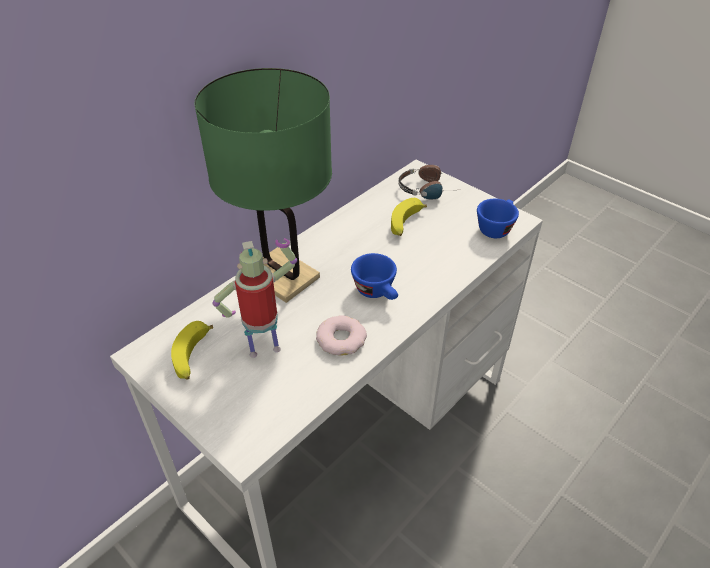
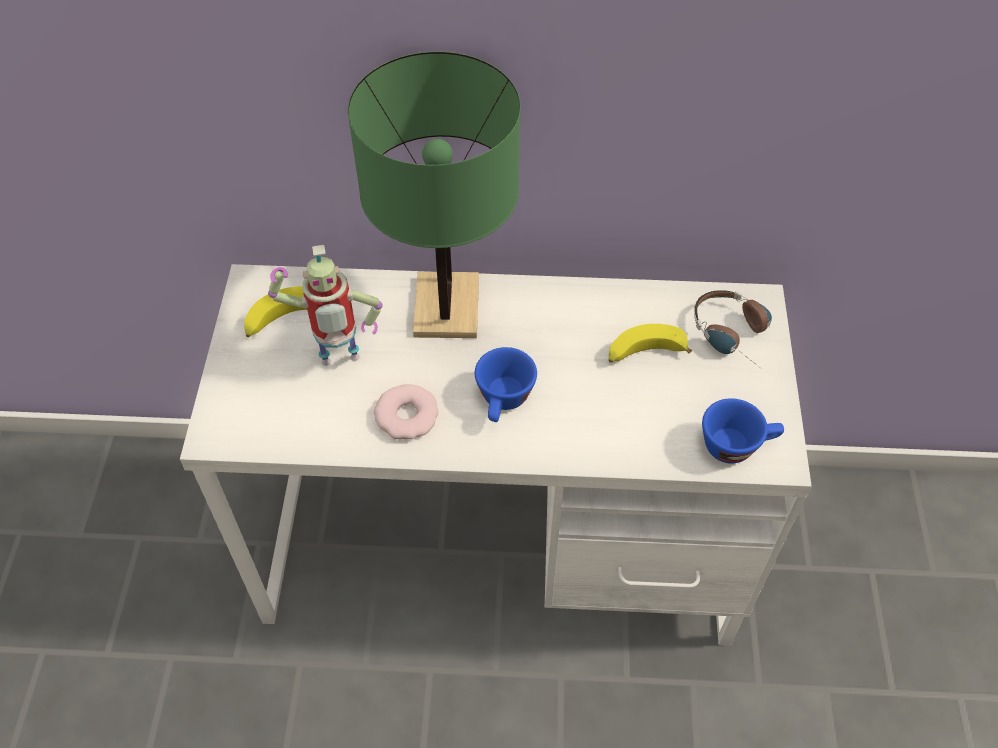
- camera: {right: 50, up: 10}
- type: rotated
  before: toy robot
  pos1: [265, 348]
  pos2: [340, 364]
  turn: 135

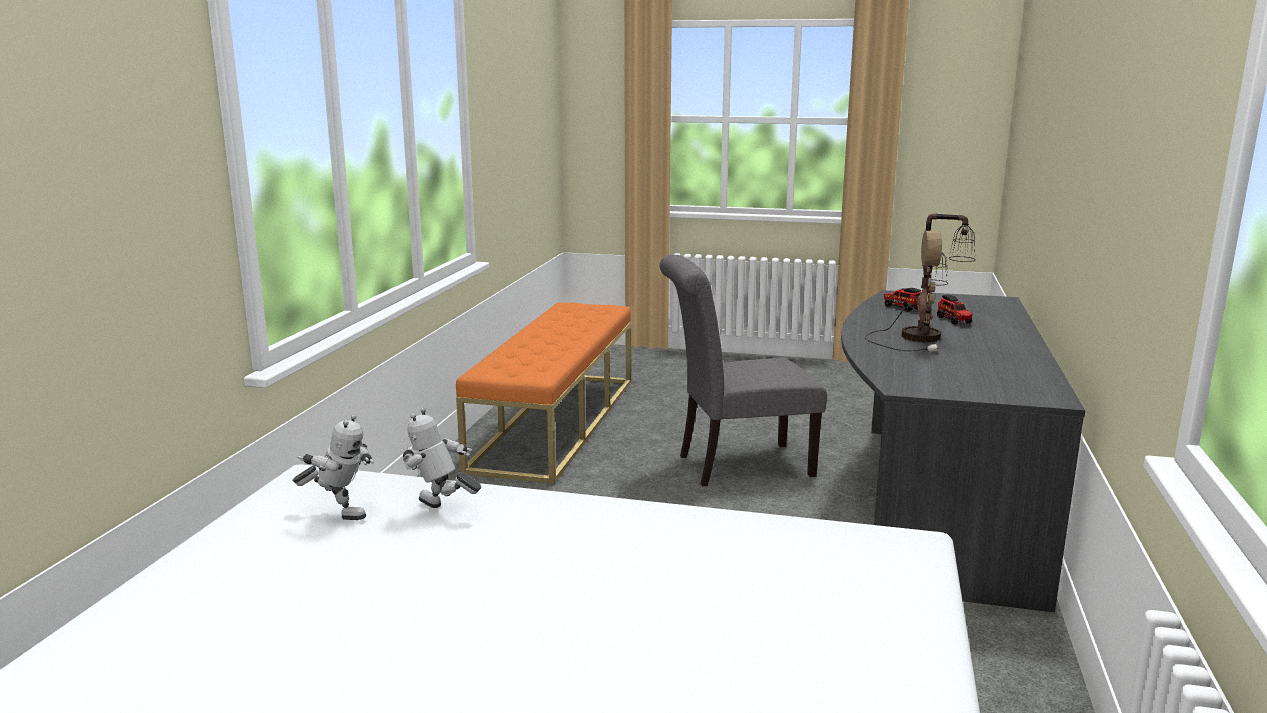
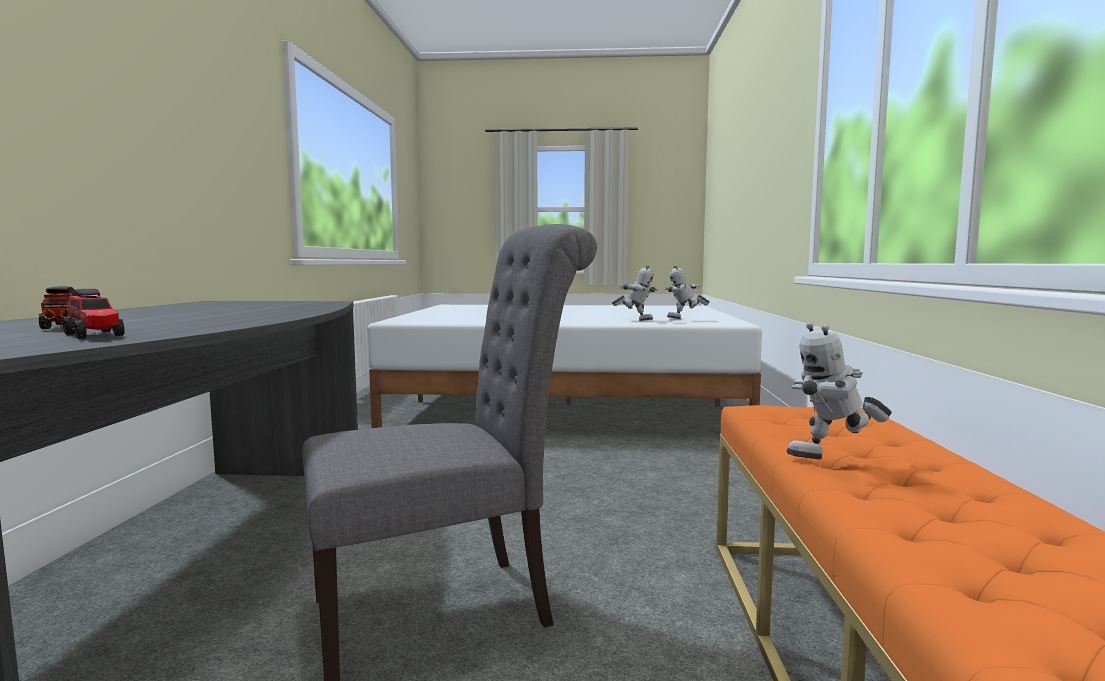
- camera: {right: 170, up: -10}
- type: gone
  before: table lamp
  pos1: [922, 337]
- type: new
  after: toy robot
  pos2: [833, 459]

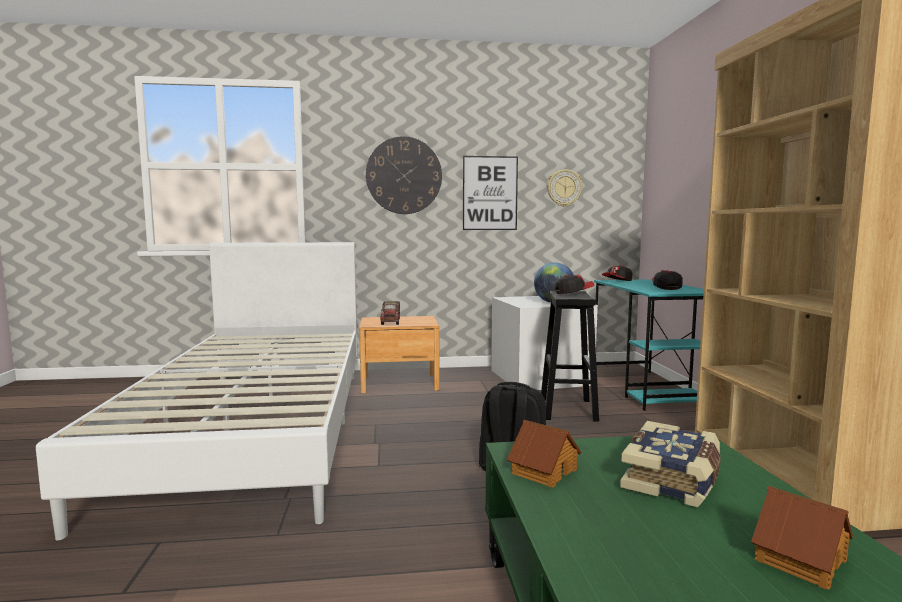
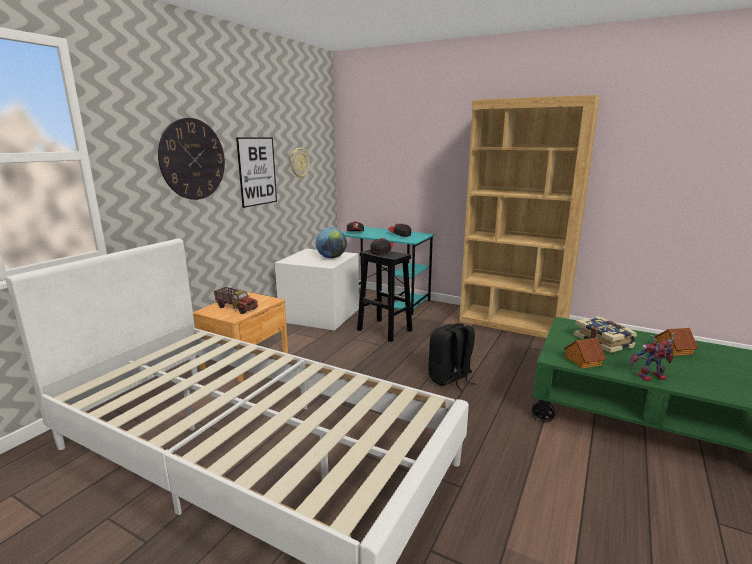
- camera: {right: -55, up: 10}
- type: new
  after: toy robot
  pos2: [650, 378]

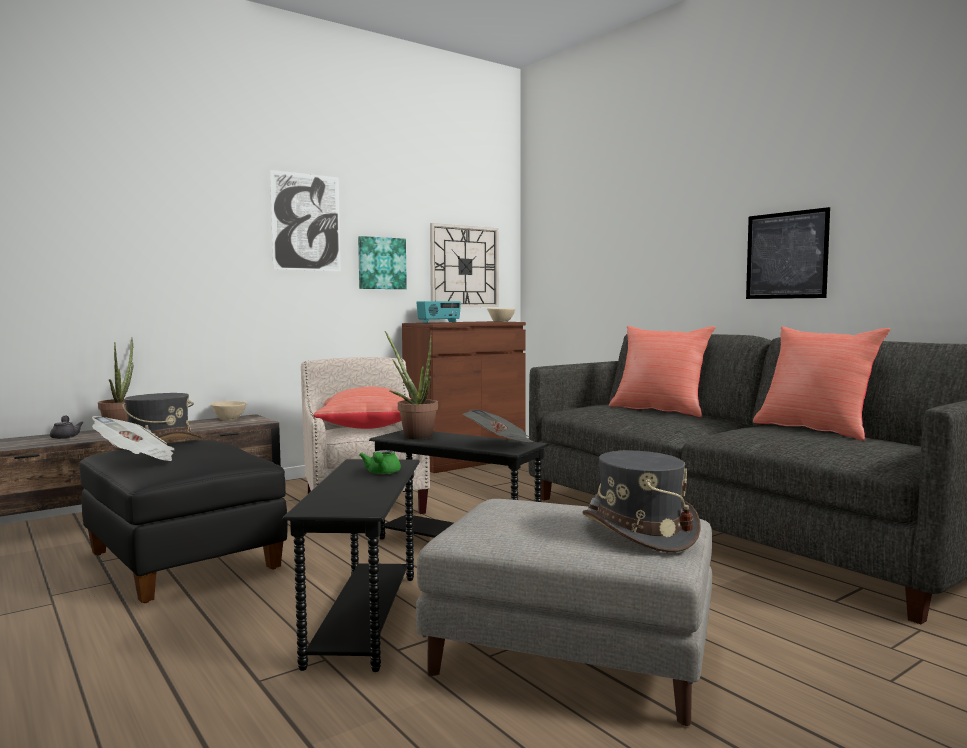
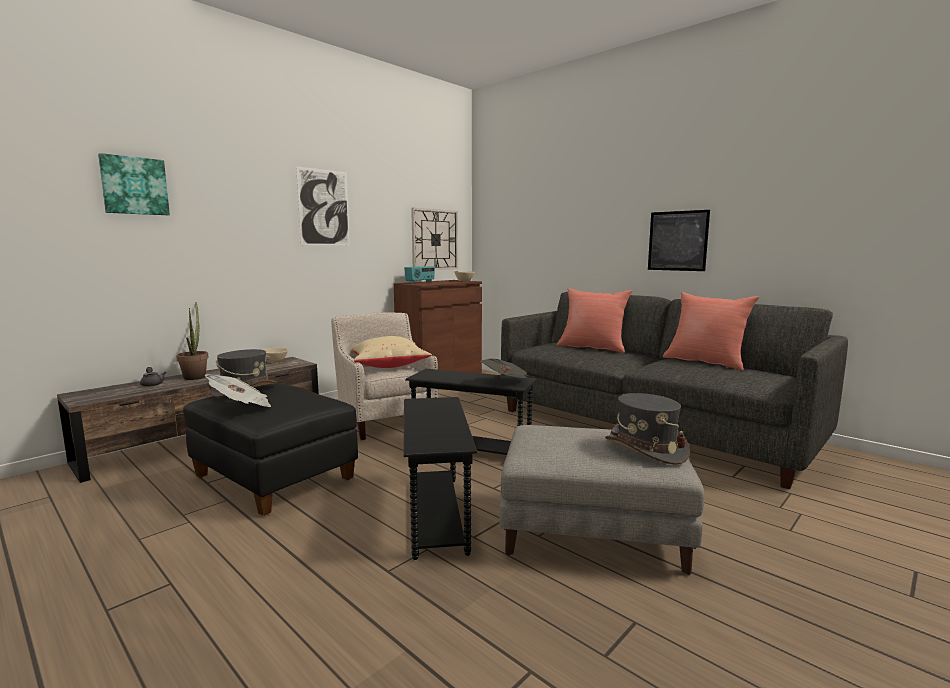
- camera: {right: -10, up: 5}
- type: shifted
  before: picture
  pos1: [381, 263]
  pos2: [134, 186]
- type: gone
  before: potted plant
  pos1: [414, 436]
- type: repainted
  before: red pillow
  after: beige pillow
  pos1: [368, 427]
  pos2: [388, 366]
- type: gone
  before: green teapot
  pos1: [382, 473]

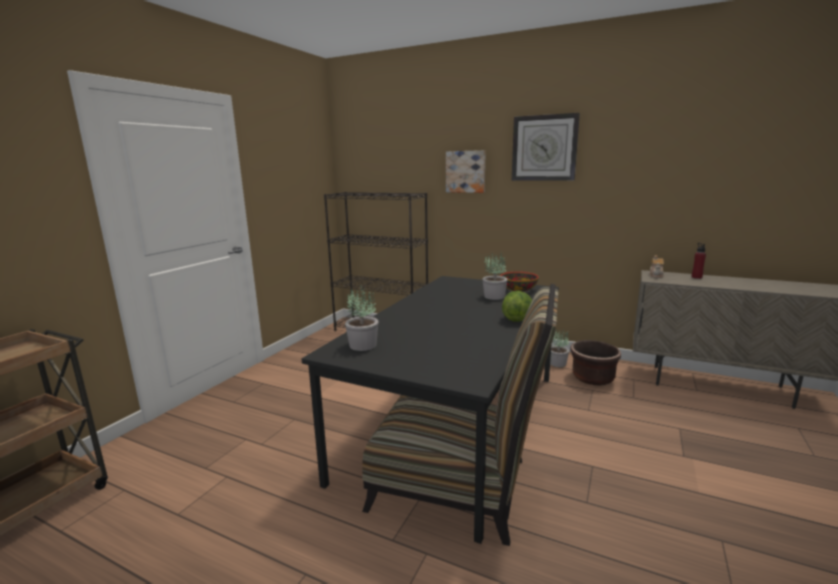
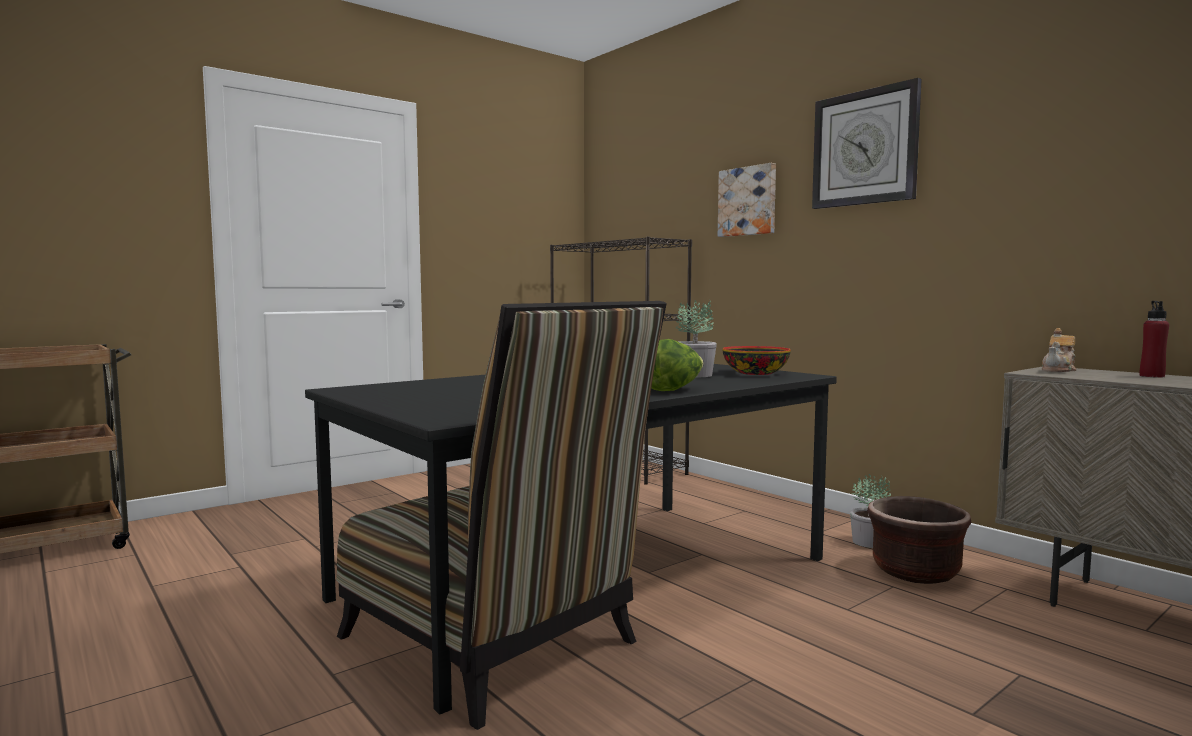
- camera: {right: 25, up: -10}
- type: gone
  before: potted plant
  pos1: [362, 345]

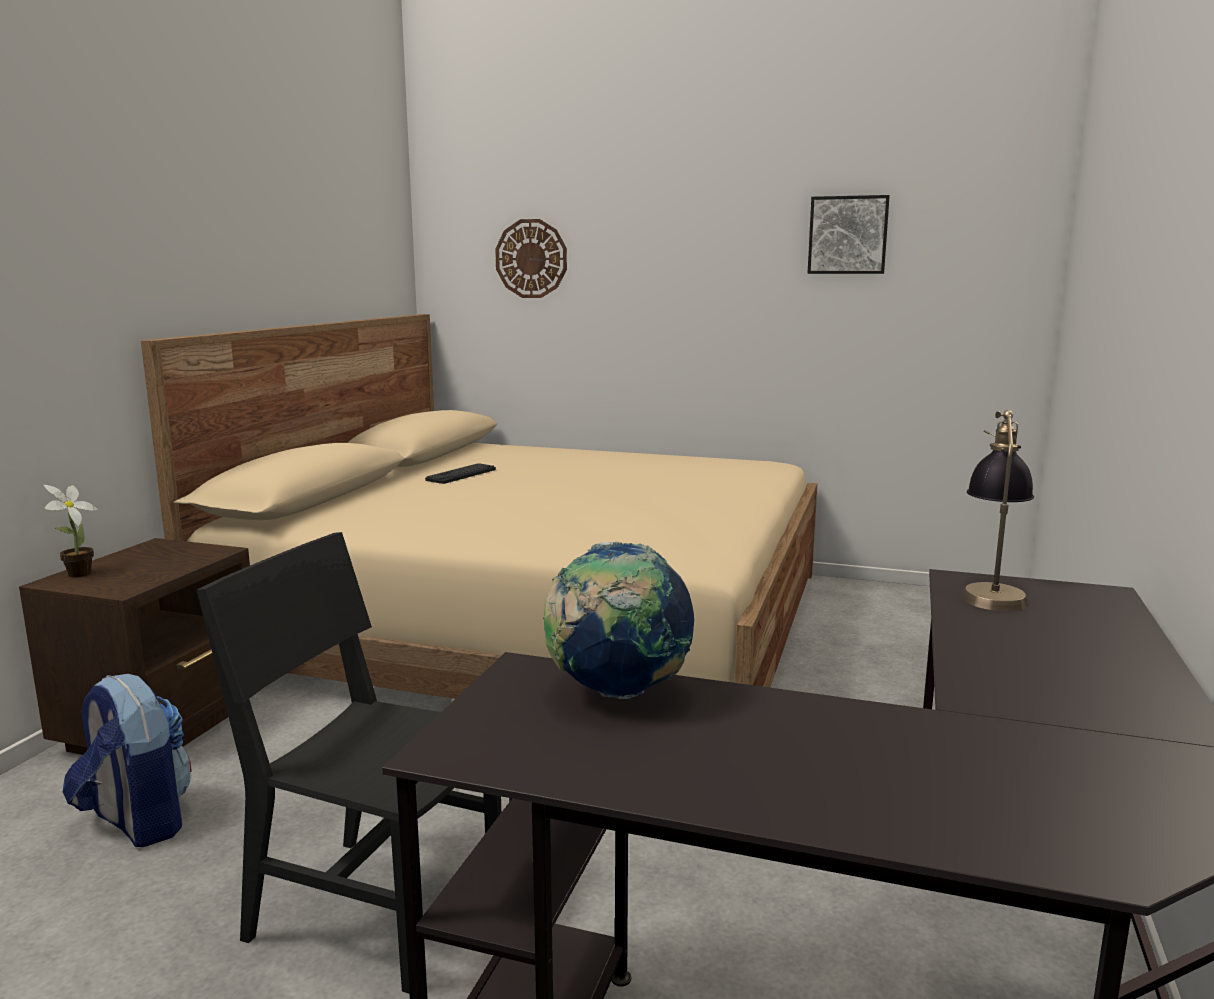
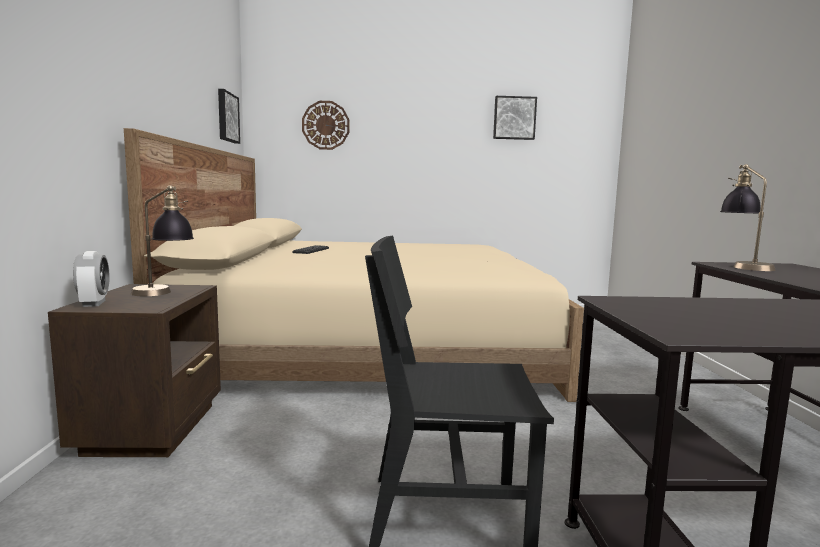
- camera: {right: -20, up: -5}
- type: swapped
  before: potted plant
  after: alarm clock
  pos1: [76, 575]
  pos2: [94, 303]
- type: gone
  before: globe
  pos1: [617, 692]
- type: gone
  before: backpack
  pos1: [137, 822]
- type: new
  after: picture
  pos2: [226, 117]
- type: new
  after: table lamp
  pos2: [163, 294]

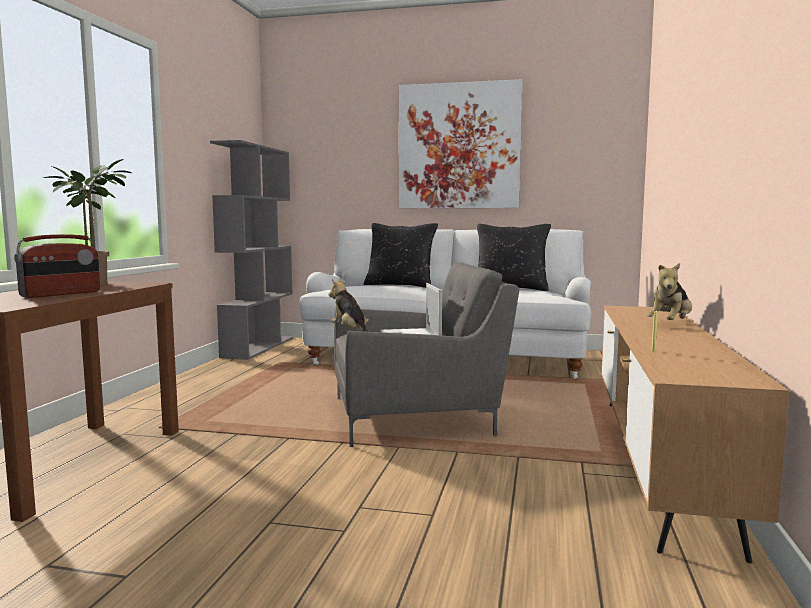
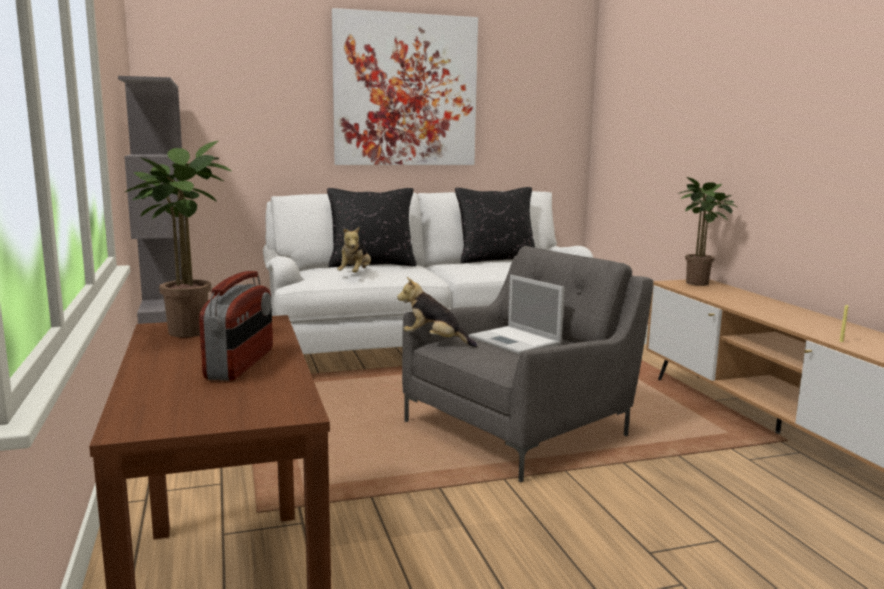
- camera: {right: -30, up: 5}
- type: shifted
  before: plush toy
  pos1: [670, 324]
  pos2: [355, 274]
- type: new
  after: potted plant
  pos2: [698, 284]

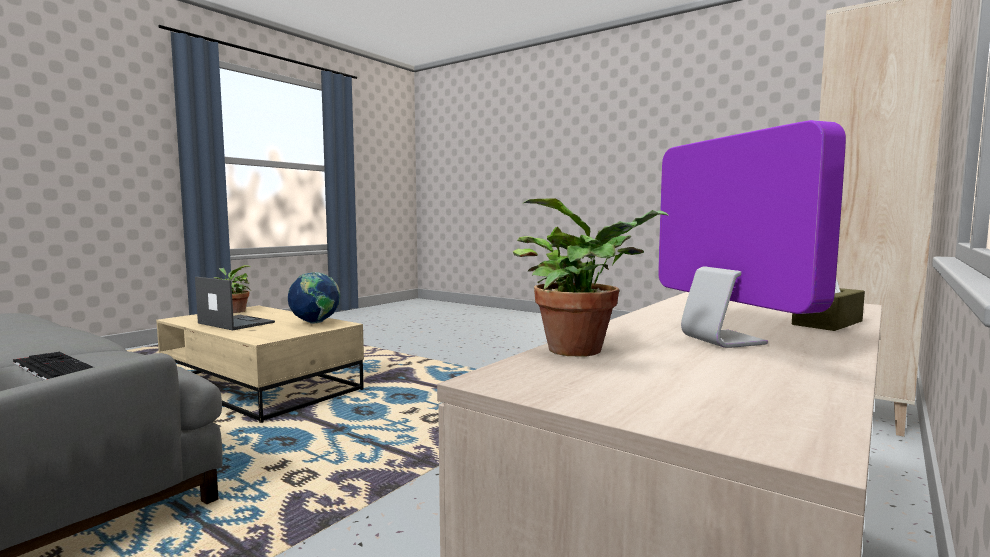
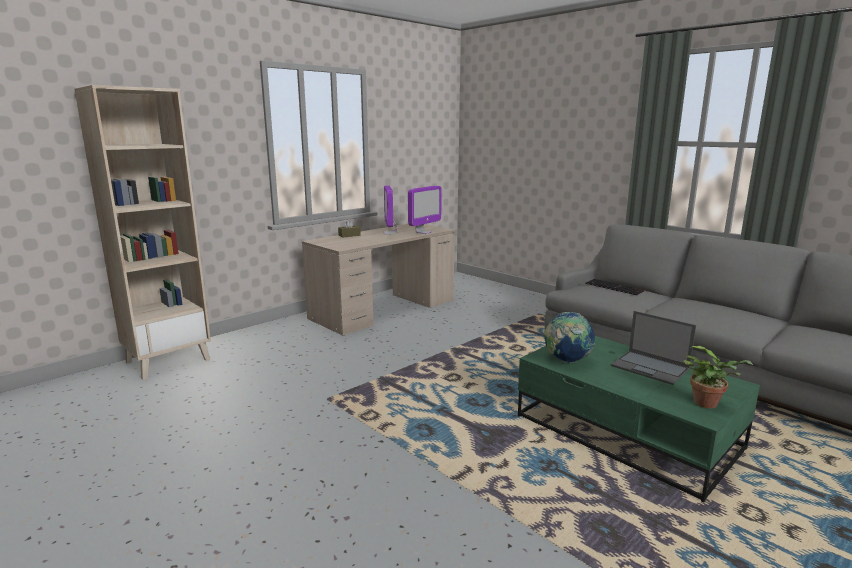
- camera: {right: -170, up: 10}
- type: swapped
  before: potted plant
  after: monitor
  pos1: [582, 350]
  pos2: [424, 232]
- type: repainted
  before: beige coffee table
  after: green coffee table
  pos1: [259, 386]
  pos2: [627, 432]

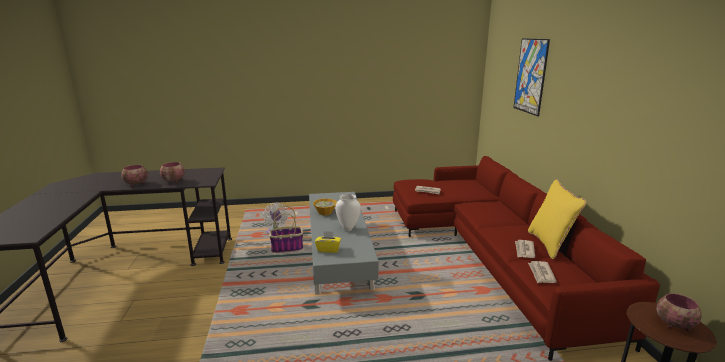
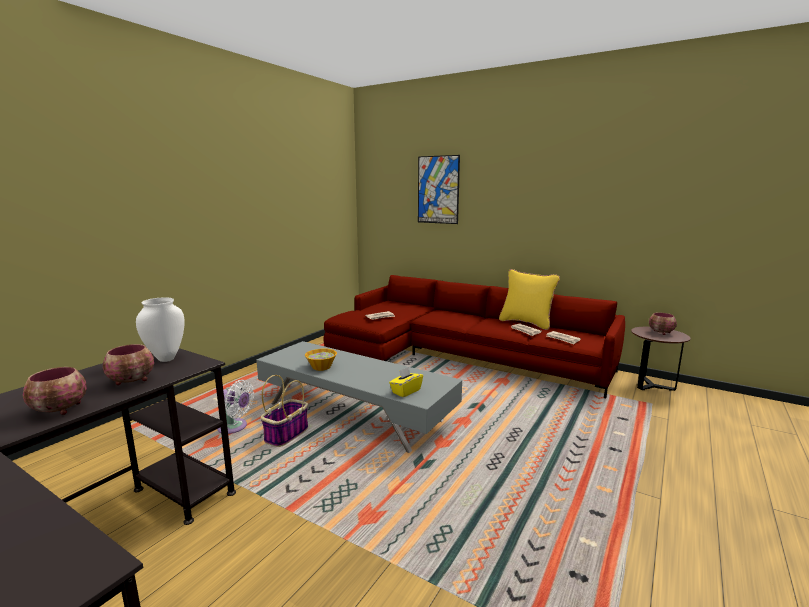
- camera: {right: -50, up: -5}
- type: shifted
  before: white vase
  pos1: [348, 229]
  pos2: [166, 359]

